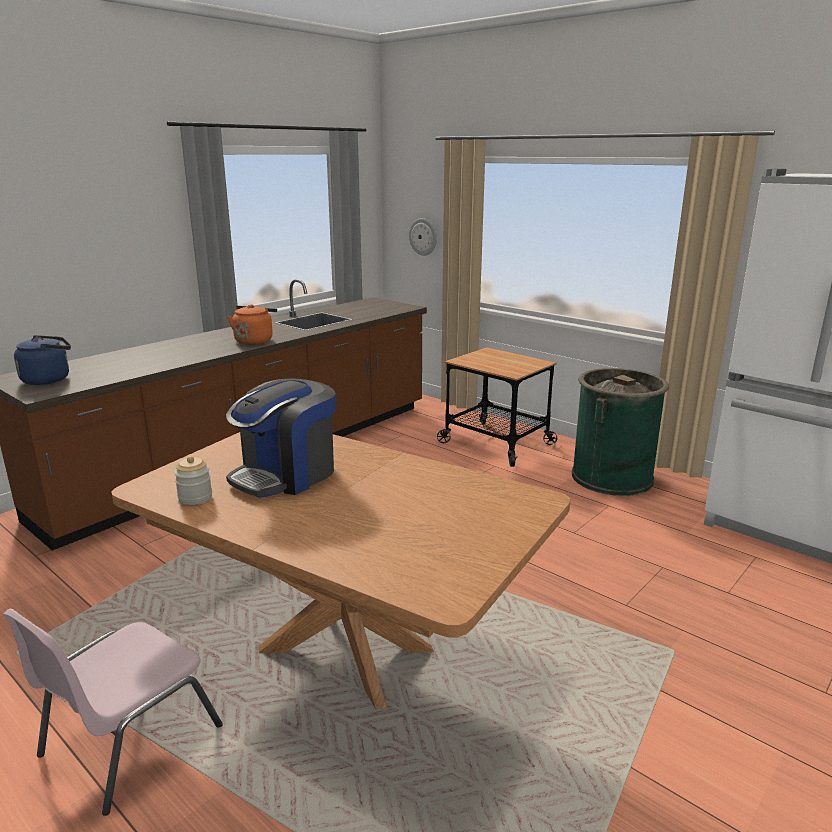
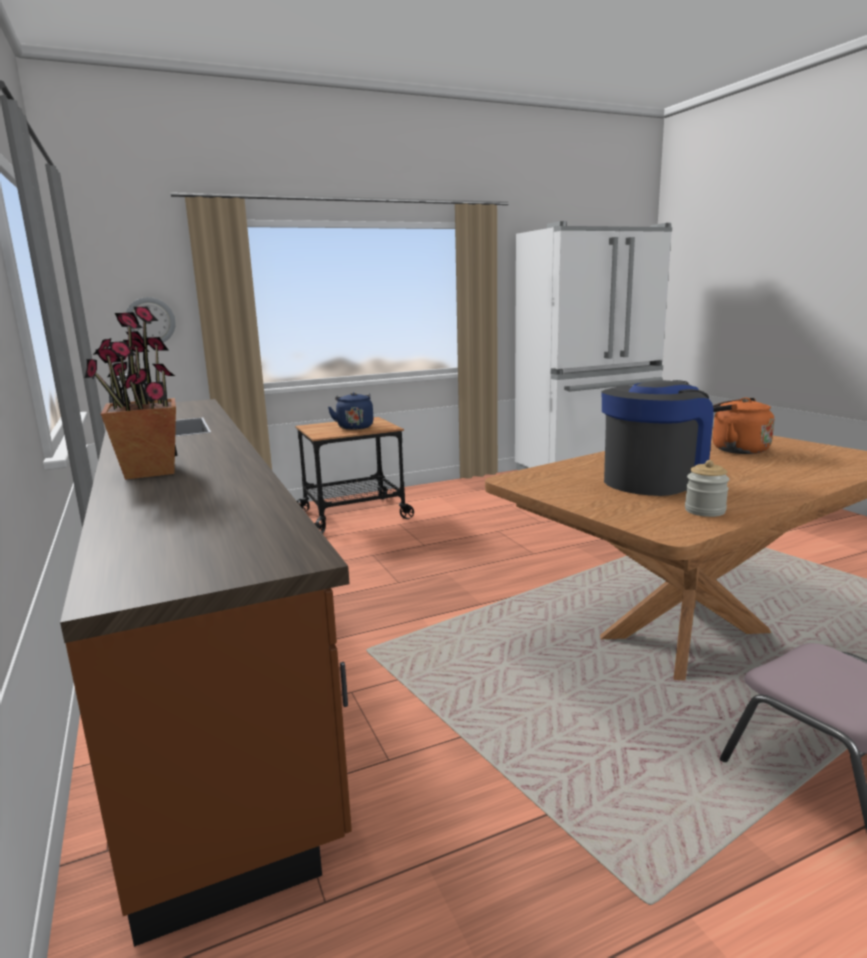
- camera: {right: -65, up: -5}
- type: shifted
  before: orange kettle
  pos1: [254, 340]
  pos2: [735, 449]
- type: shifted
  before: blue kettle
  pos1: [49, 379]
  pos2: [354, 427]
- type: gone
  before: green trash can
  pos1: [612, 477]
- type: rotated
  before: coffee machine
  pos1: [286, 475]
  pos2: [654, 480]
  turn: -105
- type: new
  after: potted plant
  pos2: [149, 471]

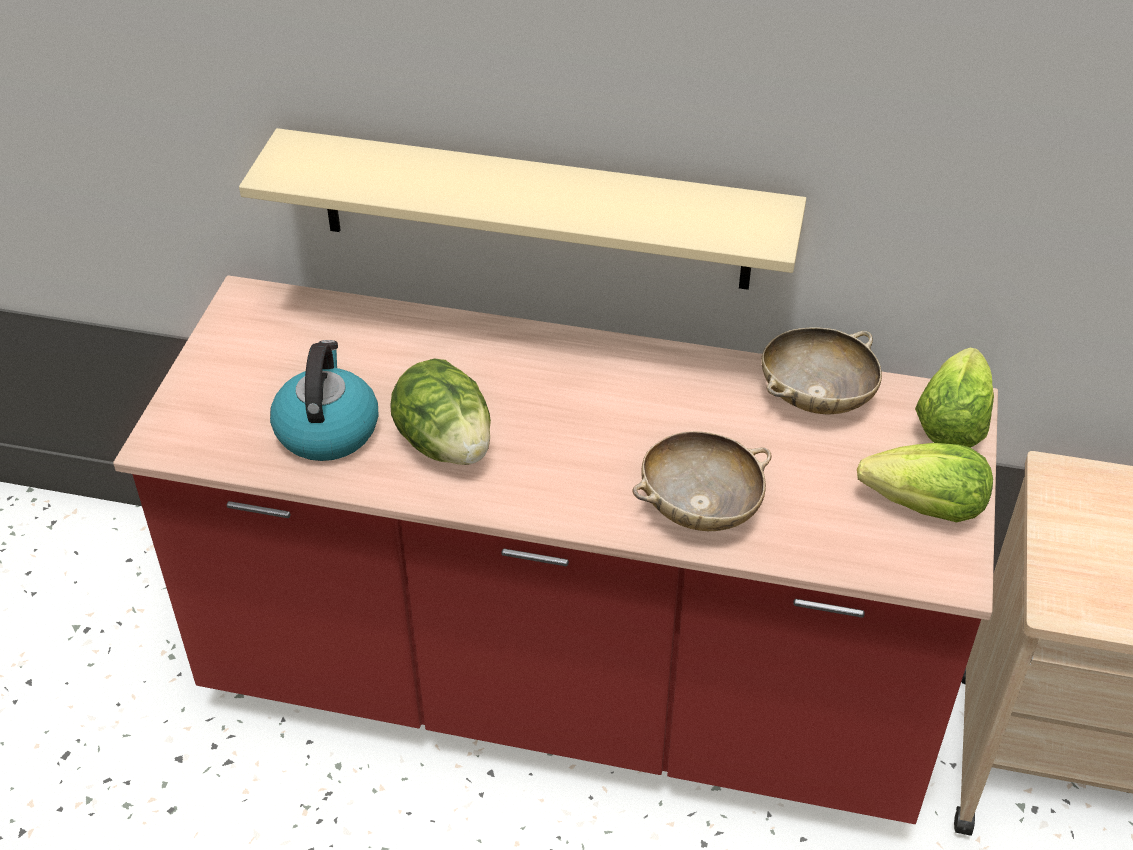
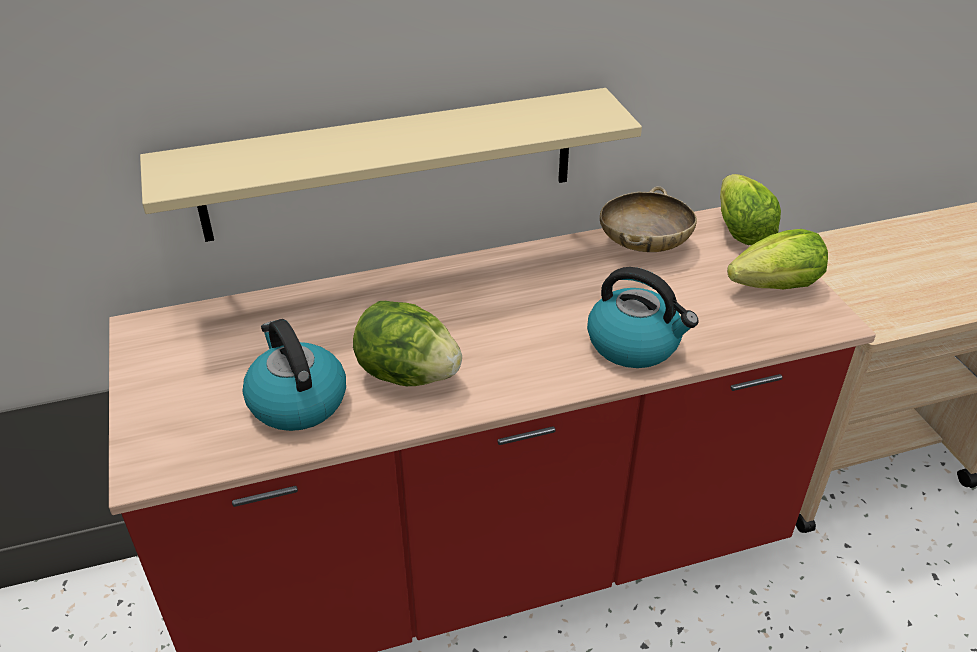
- camera: {right: -30, up: -5}
- type: swapped
  before: beige bowl
  after: kettle
  pos1: [699, 507]
  pos2: [635, 344]

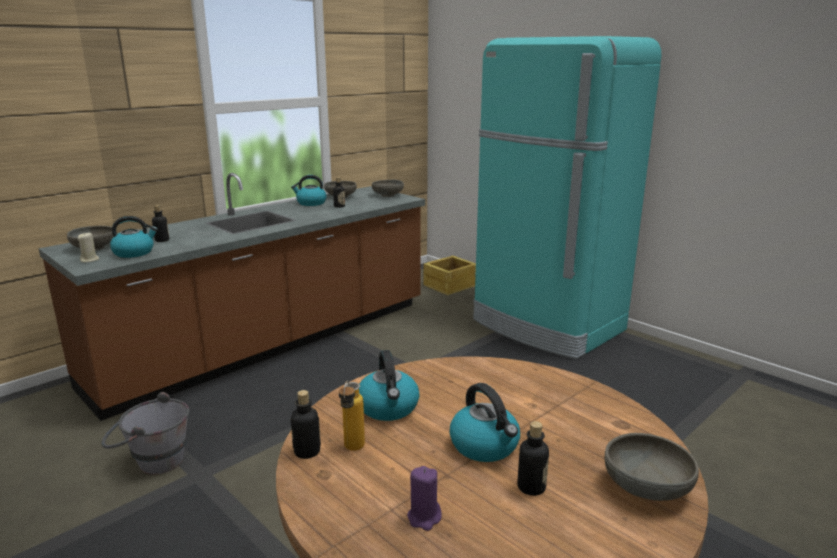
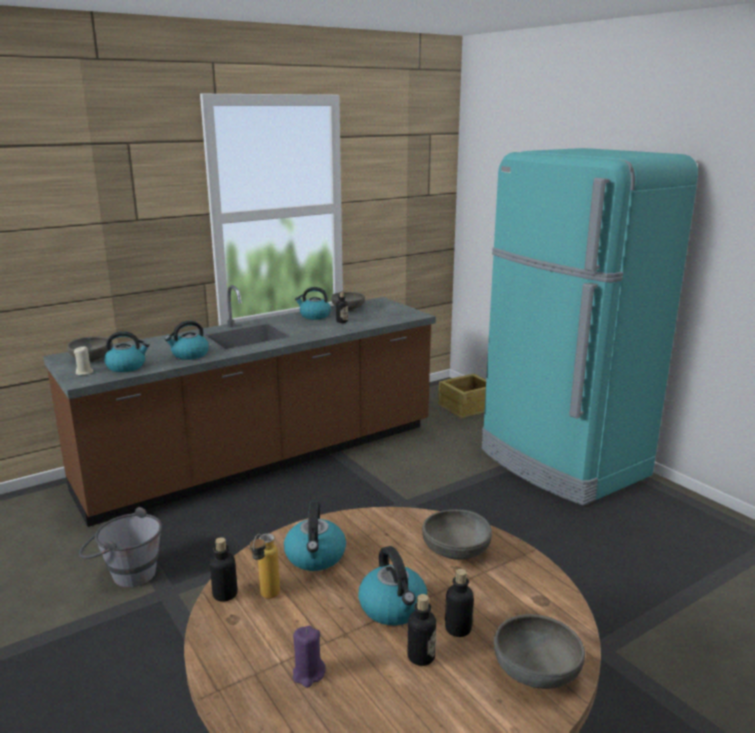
- camera: {right: 10, up: 0}
- type: shifted
  before: grey bowl
  pos1: [388, 195]
  pos2: [456, 551]
- type: shifted
  before: bottle
  pos1: [162, 240]
  pos2: [458, 629]
- type: new
  after: kettle
  pos2: [189, 355]

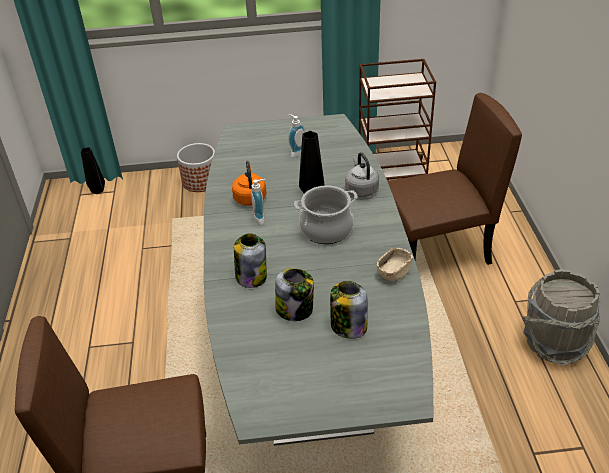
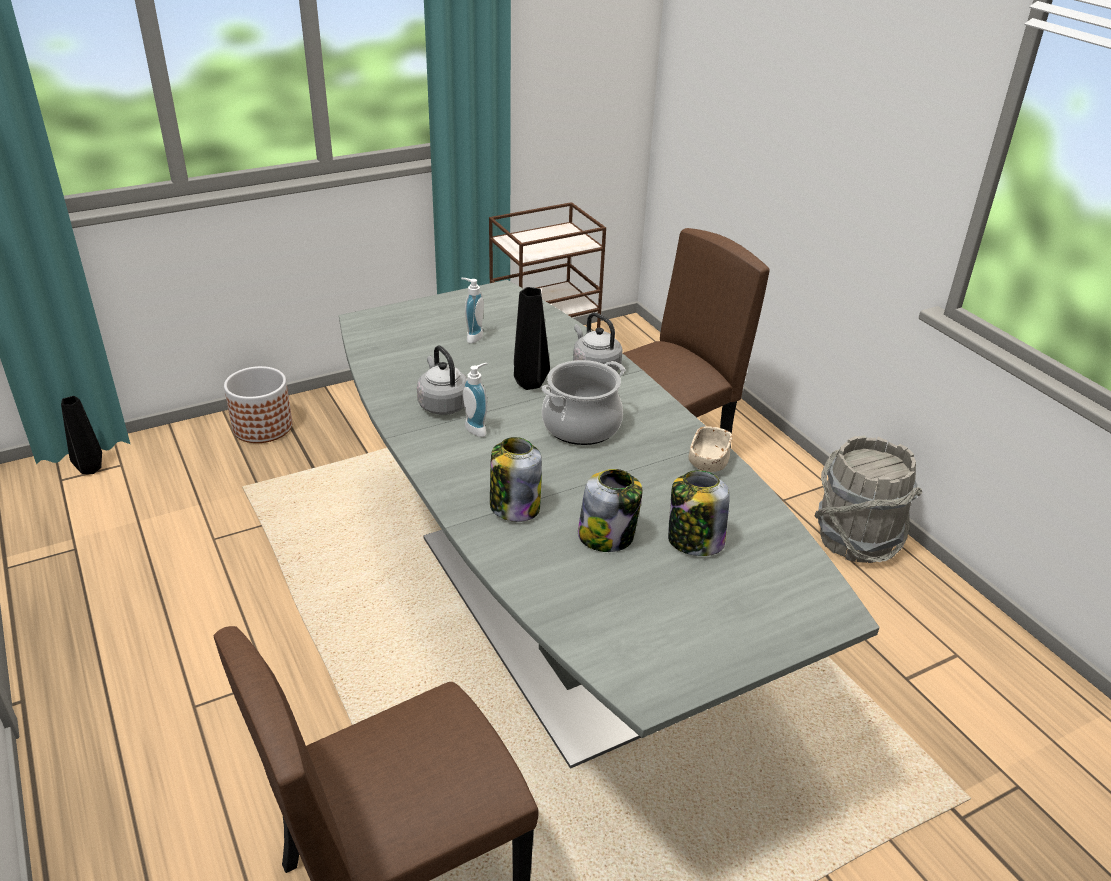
- camera: {right: -25, up: -5}
- type: repainted
  before: orange kettle
  after: grey kettle
  pos1: [250, 197]
  pos2: [442, 404]

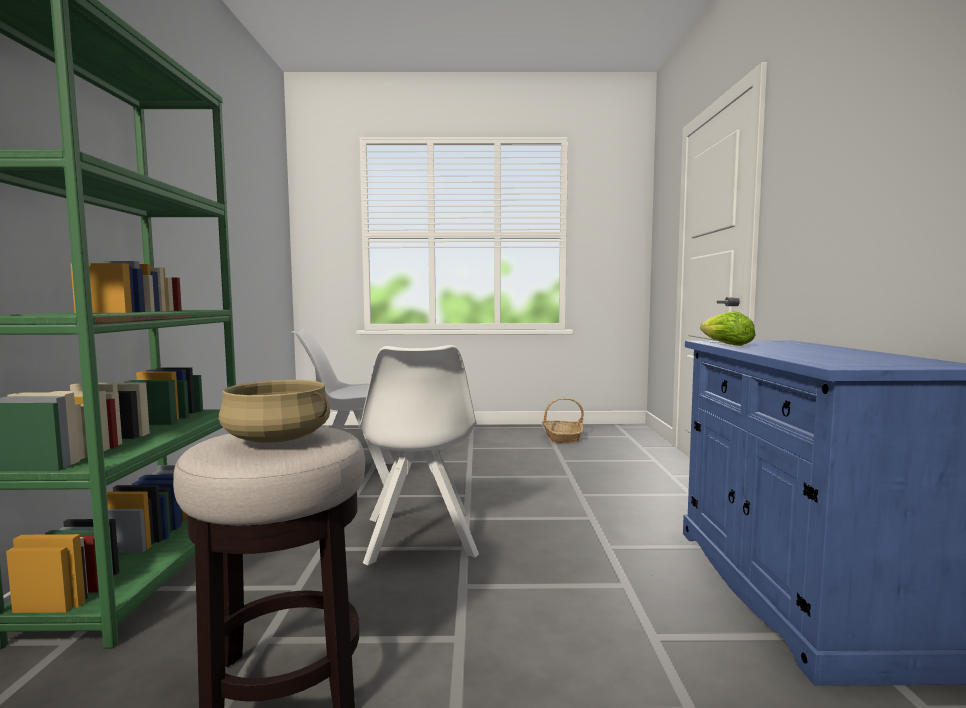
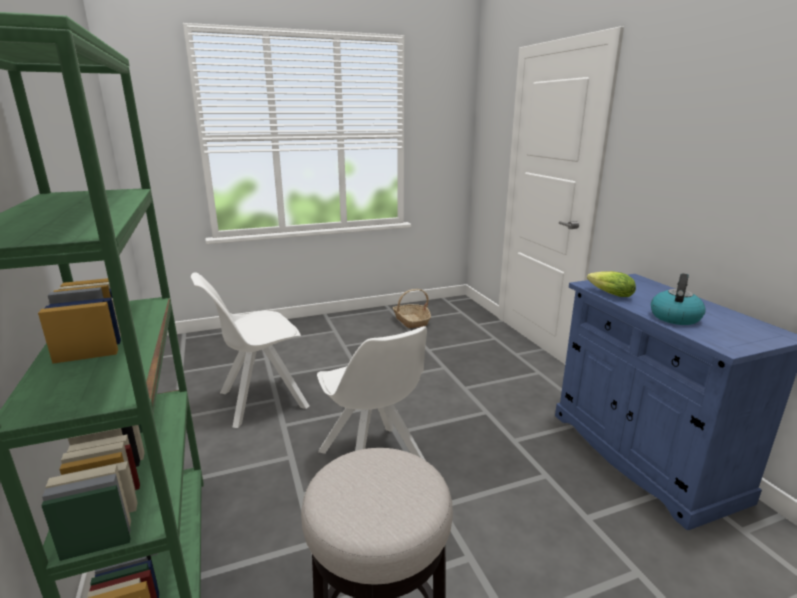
- camera: {right: -20, up: 15}
- type: gone
  before: beige cooking pot
  pos1: [278, 439]
- type: new
  after: kettle
  pos2: [674, 317]

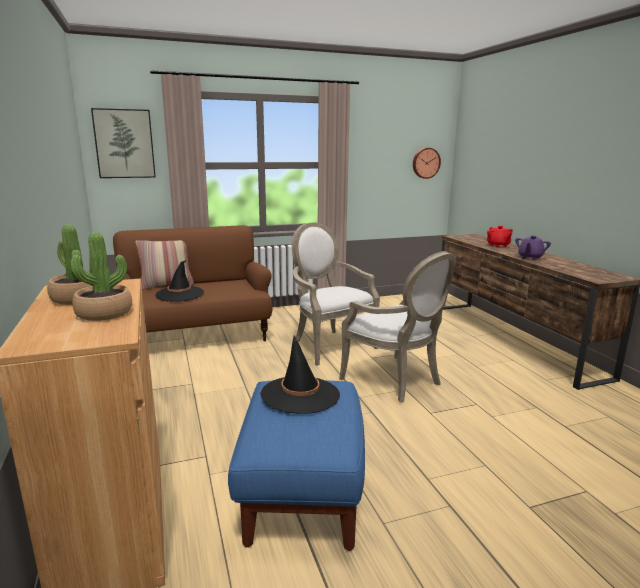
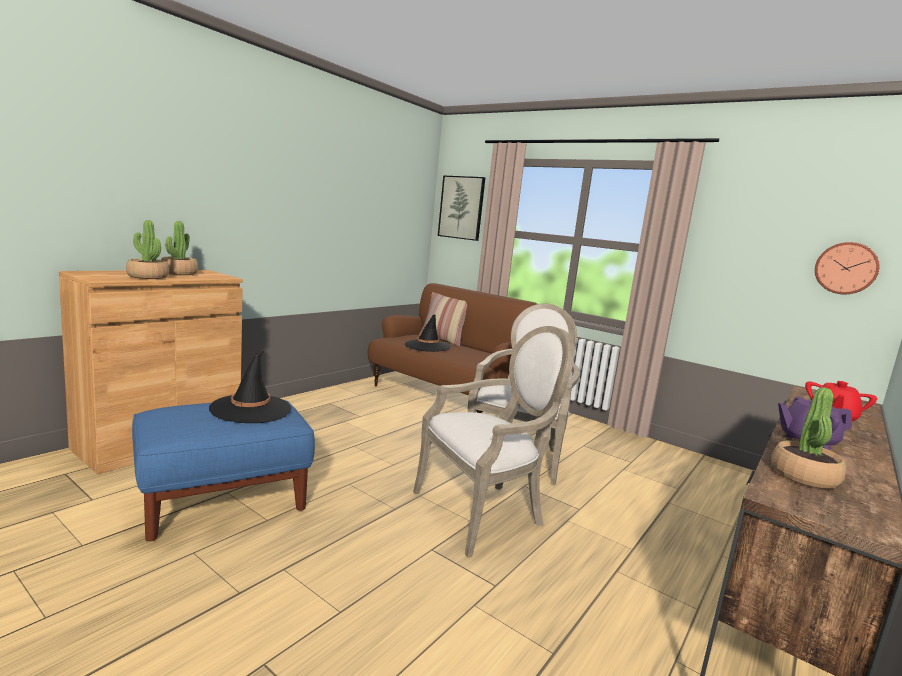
- camera: {right: 55, up: -5}
- type: rotated
  before: armchair
  pos1: [396, 381]
  pos2: [485, 512]
  turn: -135
- type: new
  after: potted plant
  pos2: [804, 476]

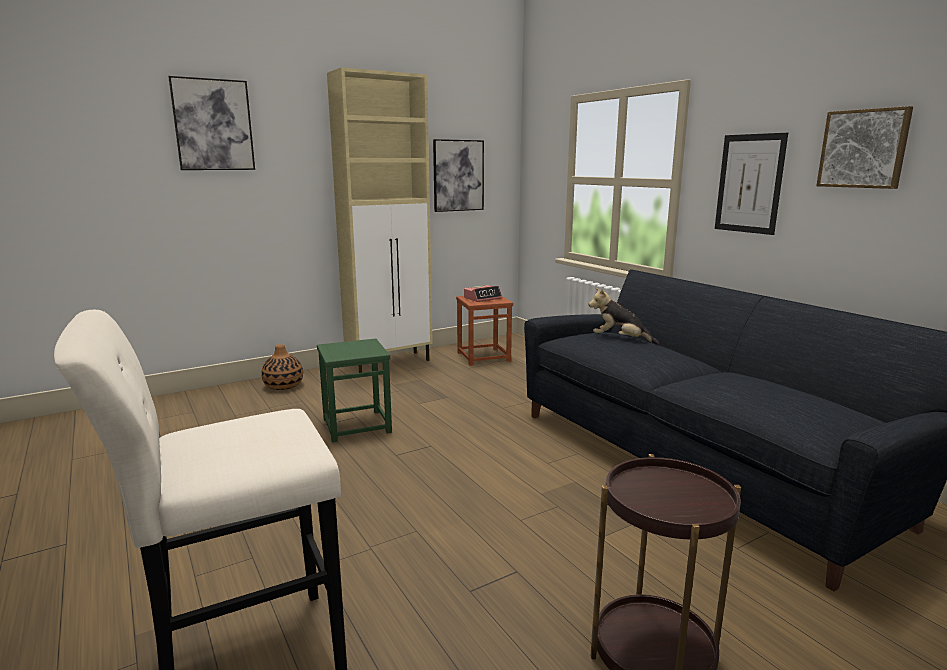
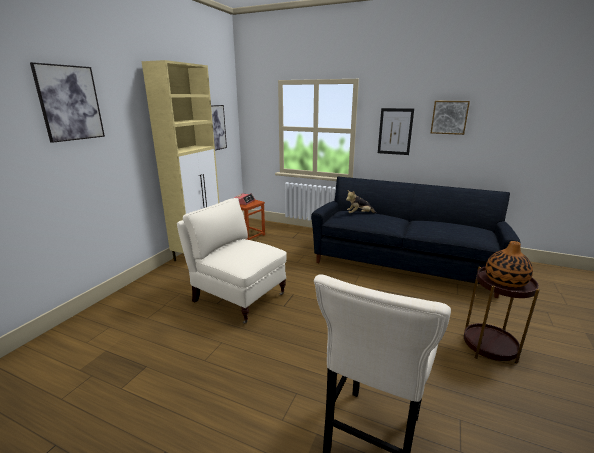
- camera: {right: -35, up: 5}
- type: swapped
  before: green stool
  after: beige armchair
  pos1: [357, 425]
  pos2: [237, 297]
- type: shifted
  before: vase
  pos1: [283, 386]
  pos2: [505, 281]

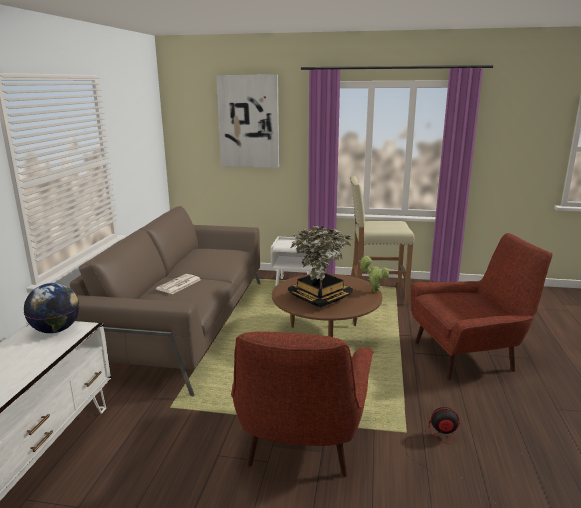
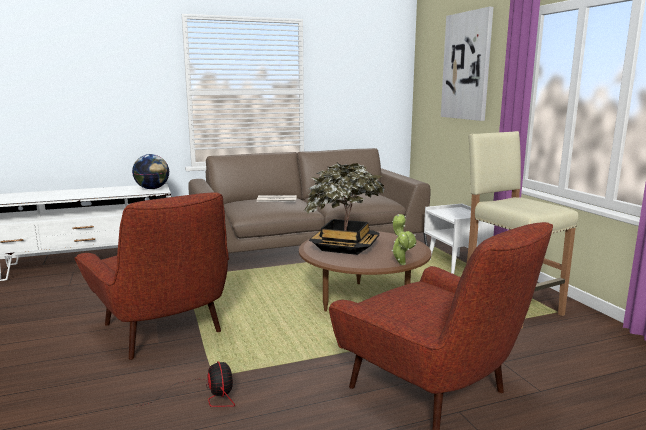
- camera: {right: 60, up: -5}
- type: rotated
  before: red armchair
  pos1: [301, 444]
  pos2: [165, 331]
  turn: -105

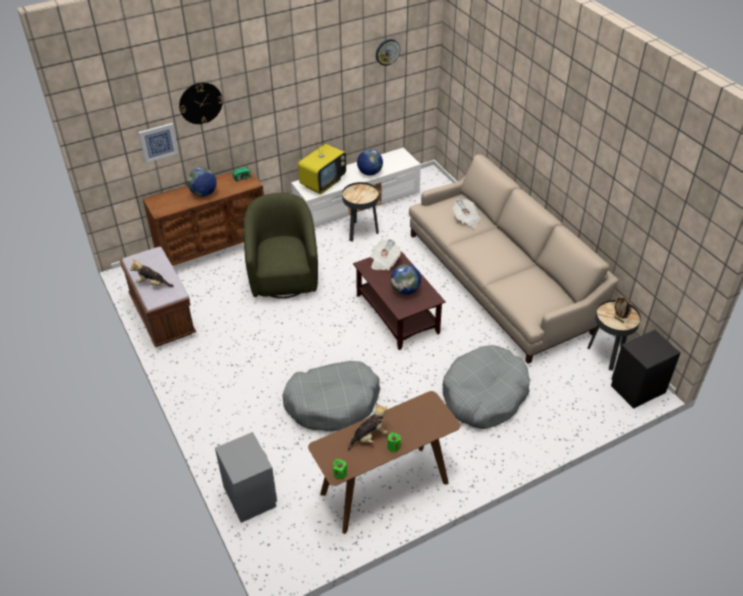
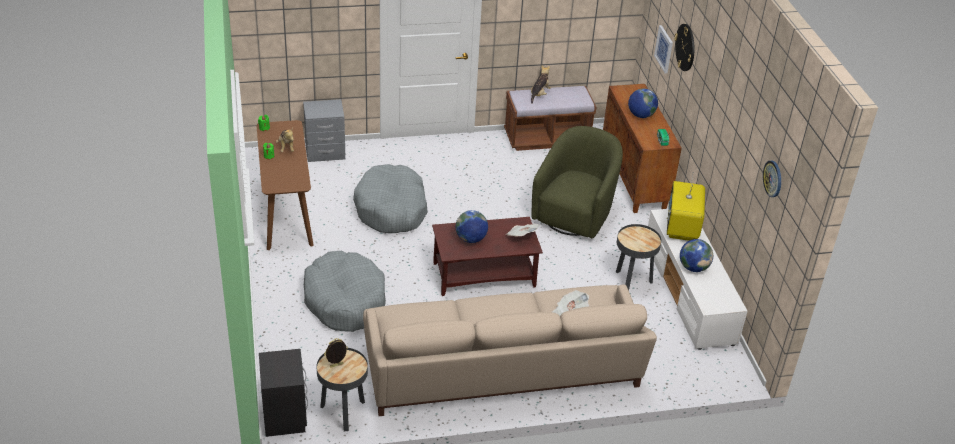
- camera: {right: 105, up: -5}
- type: rotated
  before: television
  pos1: [323, 183]
  pos2: [682, 228]
  turn: 45
- type: rotated
  before: green armchair
  pos1: [284, 276]
  pos2: [574, 214]
  turn: -75

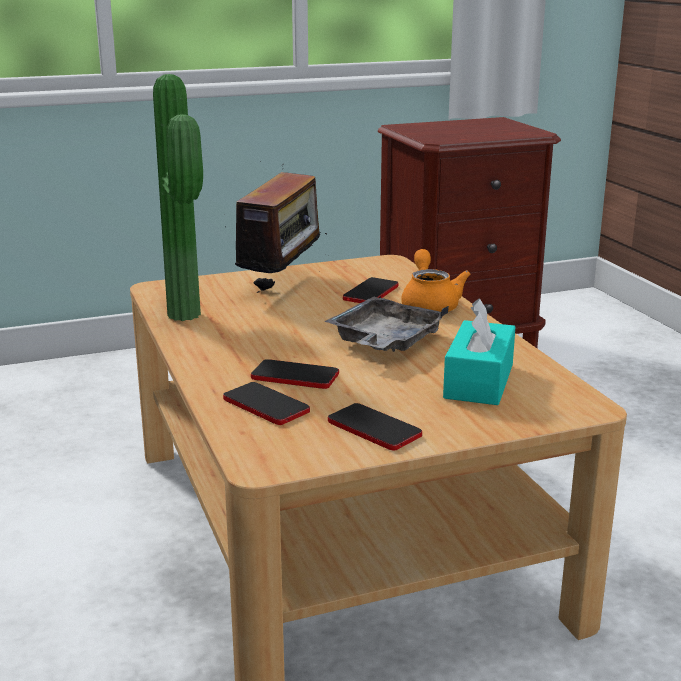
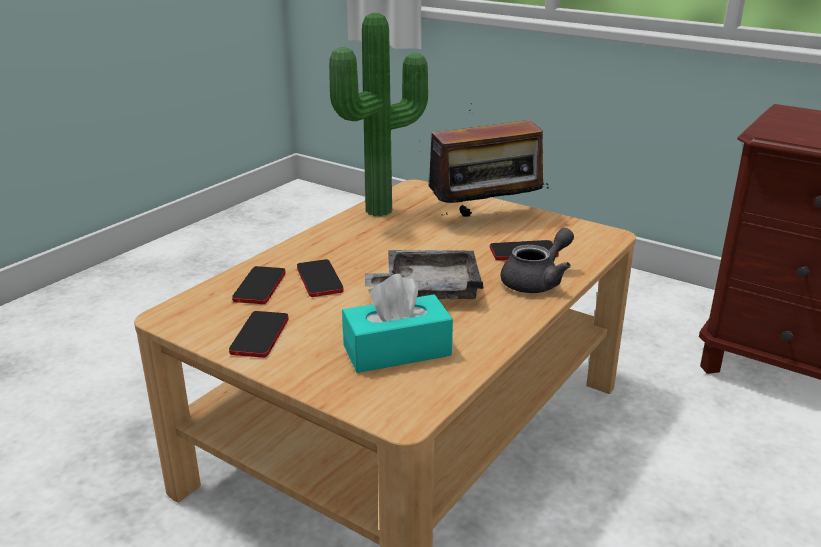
- camera: {right: 55, up: 5}
- type: repainted
  before: orange teapot
  after: grey teapot
  pos1: [429, 304]
  pos2: [537, 281]

